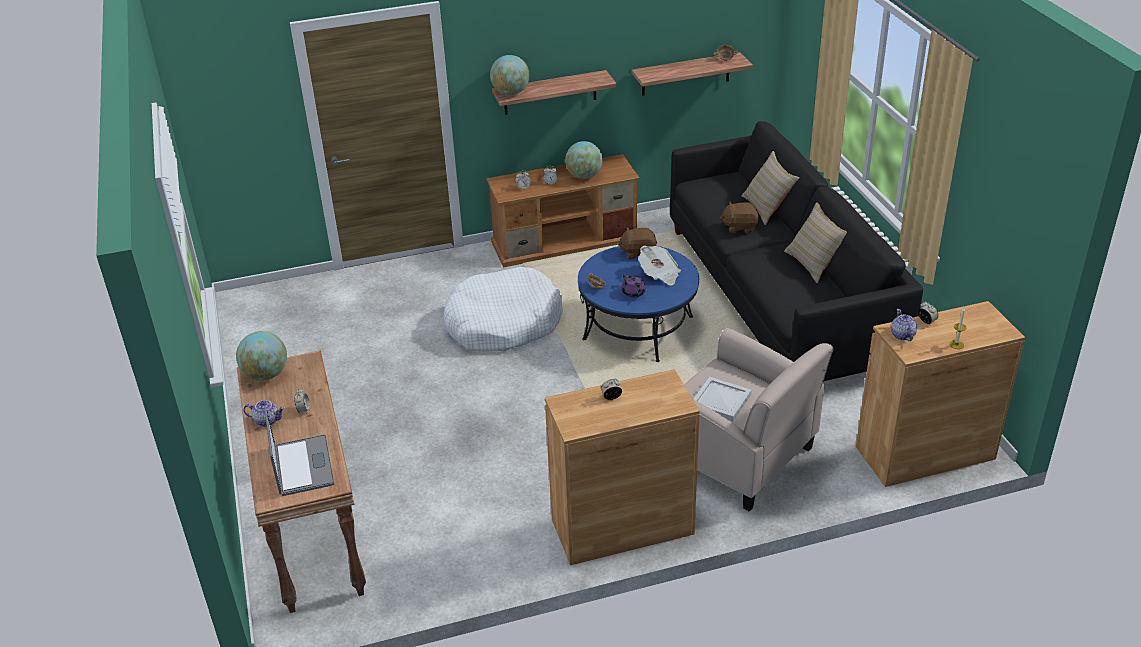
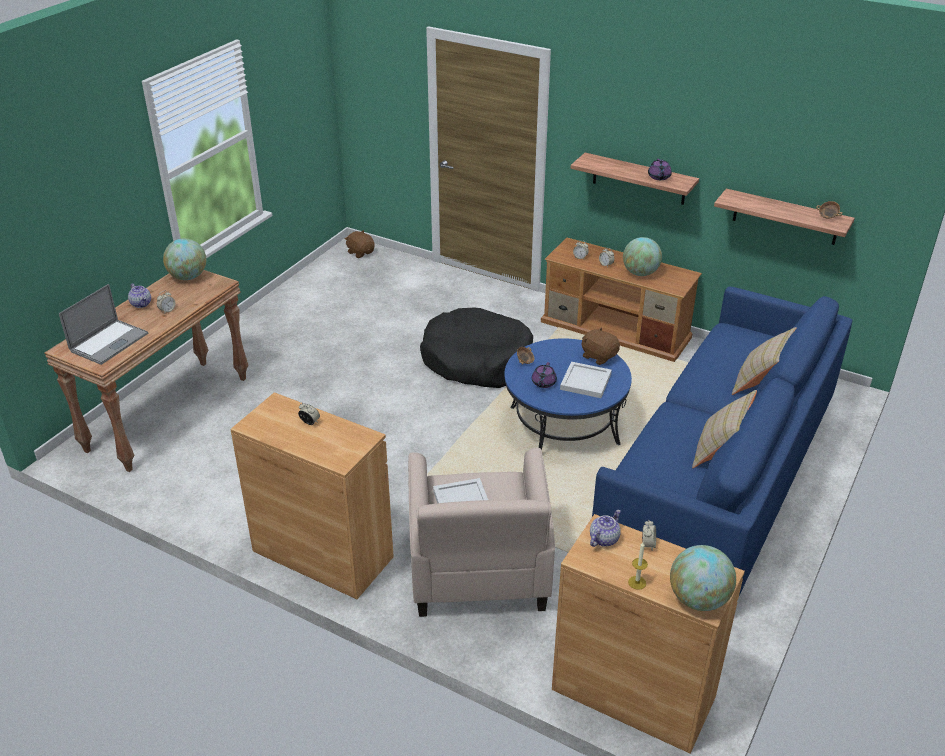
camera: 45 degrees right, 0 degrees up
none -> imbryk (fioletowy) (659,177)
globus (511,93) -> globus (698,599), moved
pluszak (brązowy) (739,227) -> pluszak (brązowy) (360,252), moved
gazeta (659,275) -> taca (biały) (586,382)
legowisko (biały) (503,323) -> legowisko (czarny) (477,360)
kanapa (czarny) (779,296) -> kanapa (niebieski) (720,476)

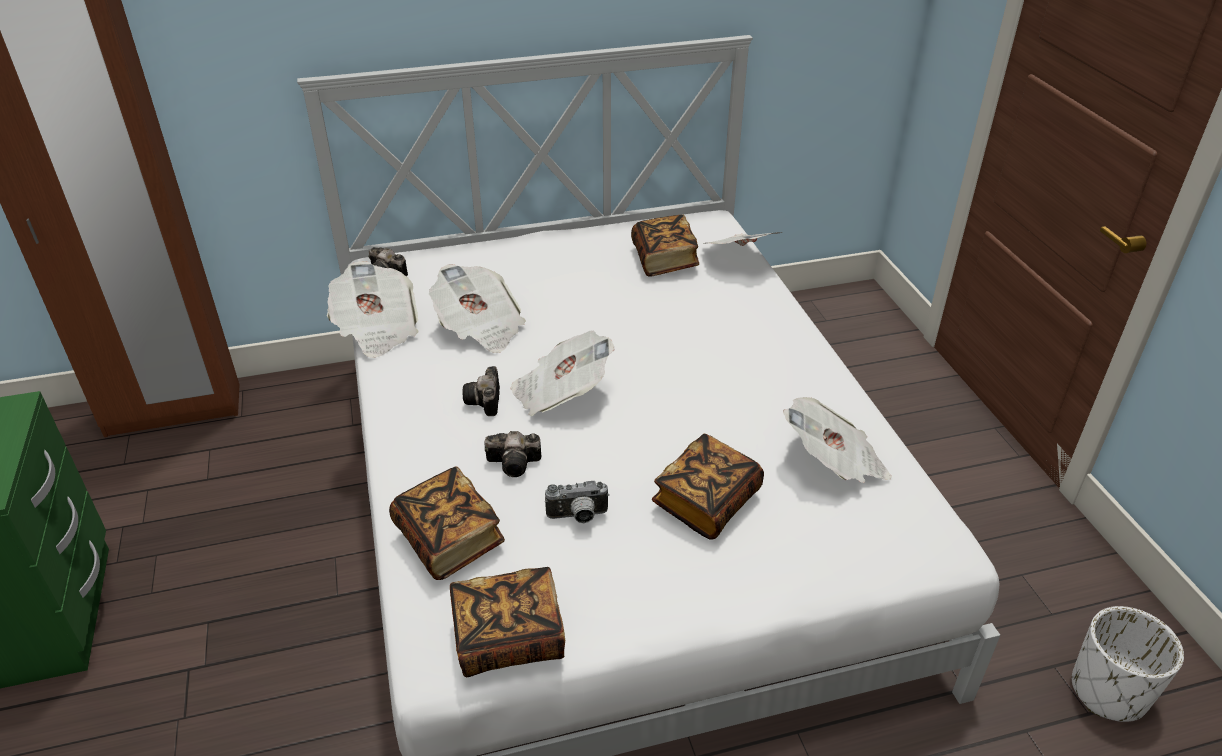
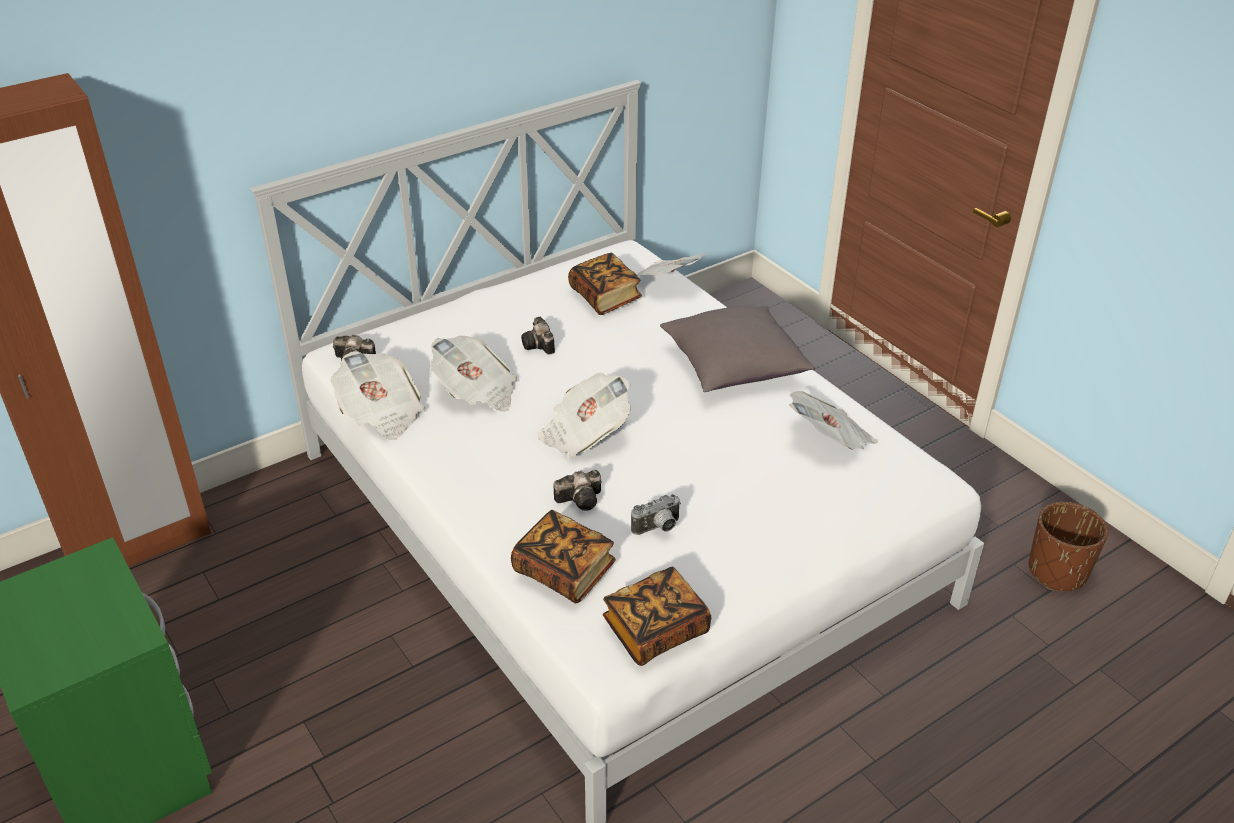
camera: 20 degrees left, 0 degrees up
książka (706,502) -> none
none -> poduszka (szary) (734,368)
aparat fotograficzny (485,402) -> aparat fotograficzny (539,346), moved
donica (biały) (1109,692) -> donica (brązowy) (1057,572)

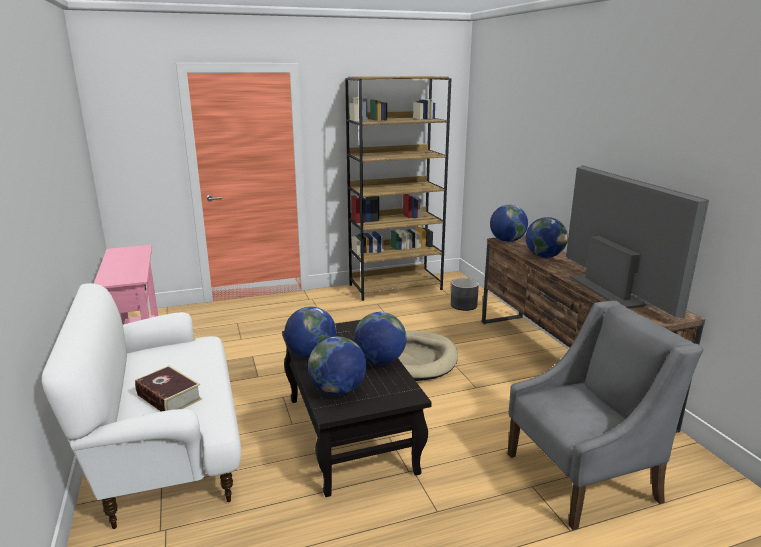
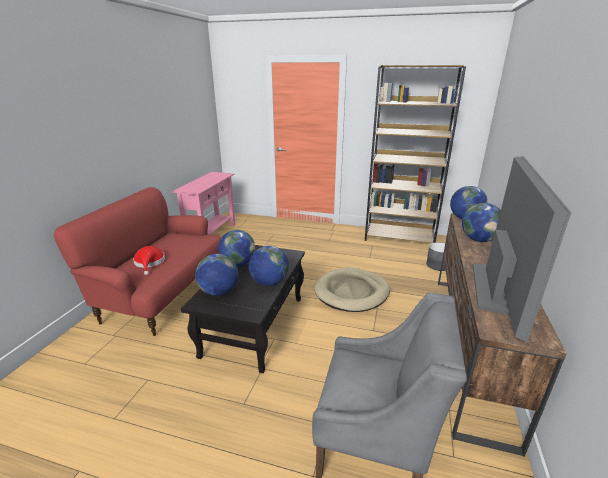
camera: 35 degrees right, 5 degrees up
książka (169,397) -> kapelusz (czerwony) (149,263)
kanapa (biały) (168,450) -> kanapa (czerwony) (163,294)

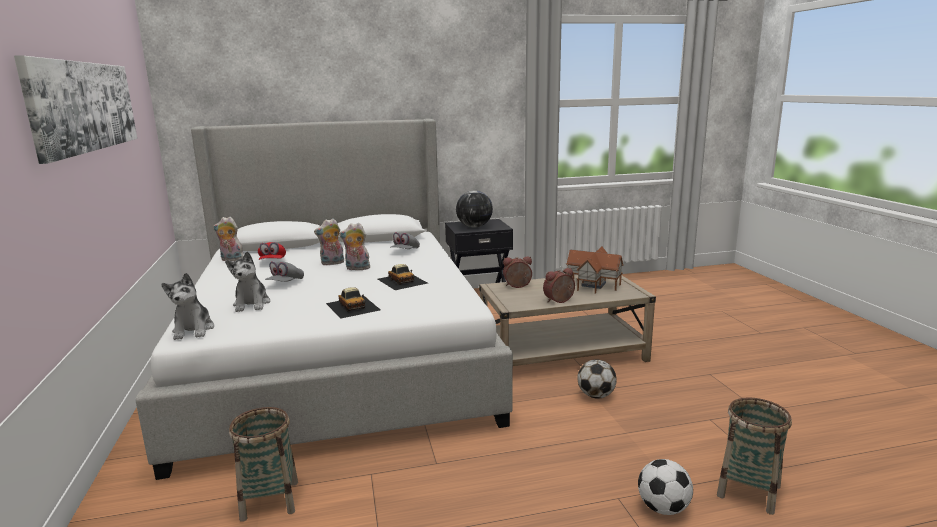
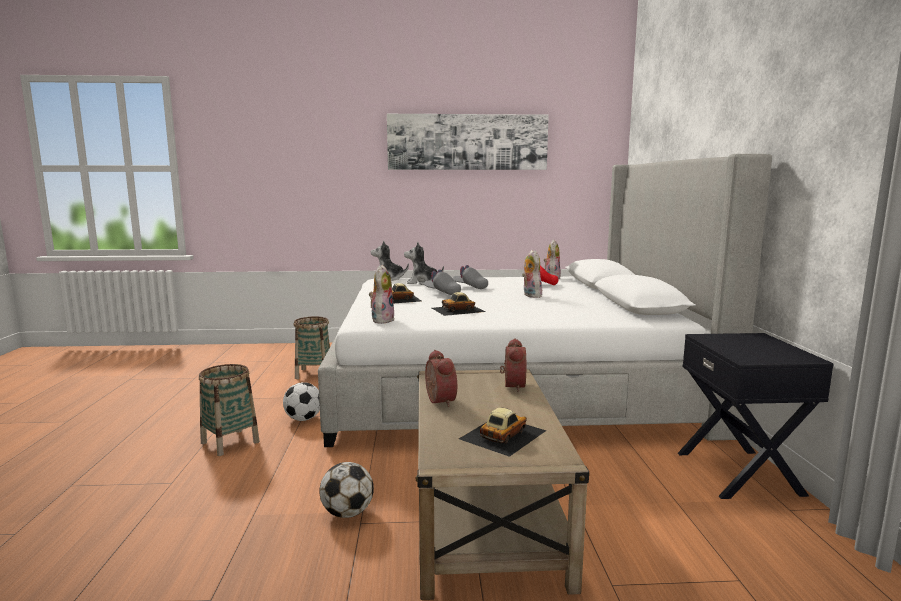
camera: 100 degrees right, 5 degrees down
globus (474,227) -> none
pluszak (357,268) -> pluszak (382,320), moved
czapka z daszkiem (szary) (405,251) -> czapka z daszkiem (szary) (442,293), moved
piłka futbolowa (663,508) -> piłka futbolowa (303,419), moved
koszyk (748,491) -> koszyk (230,442), moved
domek (594,285) -> samochodzik (502,434)

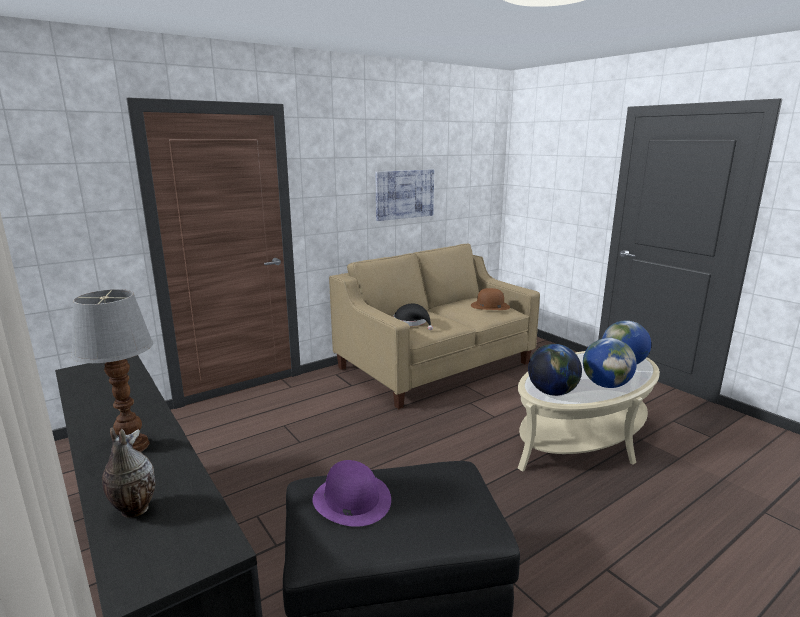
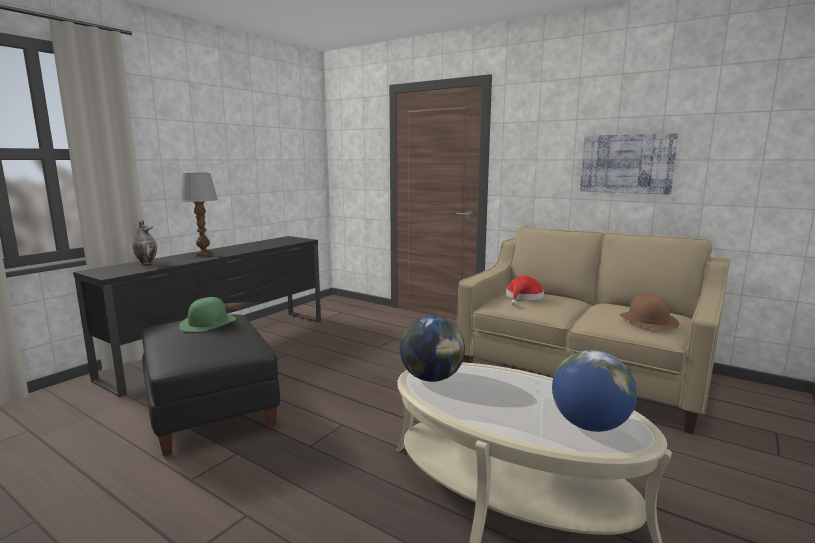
camera: 70 degrees right, 5 degrees down
globus (606,385) -> none
kapelusz (fioletowy) (351,499) -> kapelusz (zielony) (208,322)
kapelusz (czarny) (412,322) -> kapelusz (czerwony) (523,297)

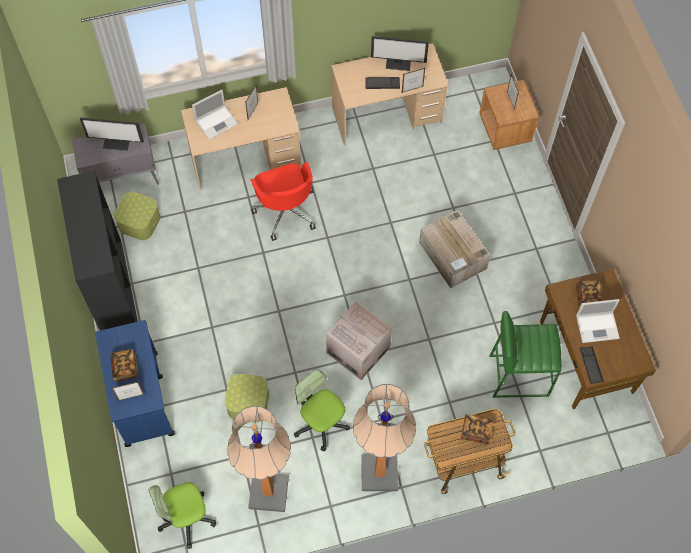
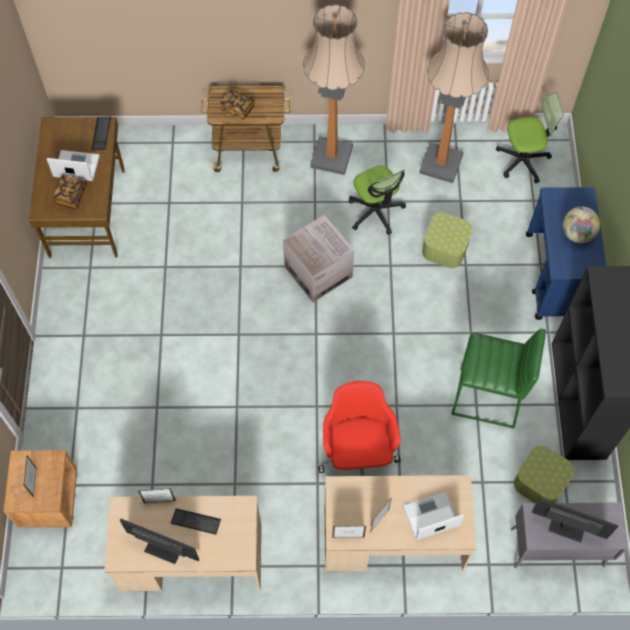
camera: 165 degrees left, 0 degrees up
karton (453,256) -> none
ramka na zdjęcie (131,397) -> ramka na zdjęcie (348,537), moved
stołek (zielony) (518,375) -> stołek (zielony) (487,399), moved
książka (125,368) -> globus (577,234)

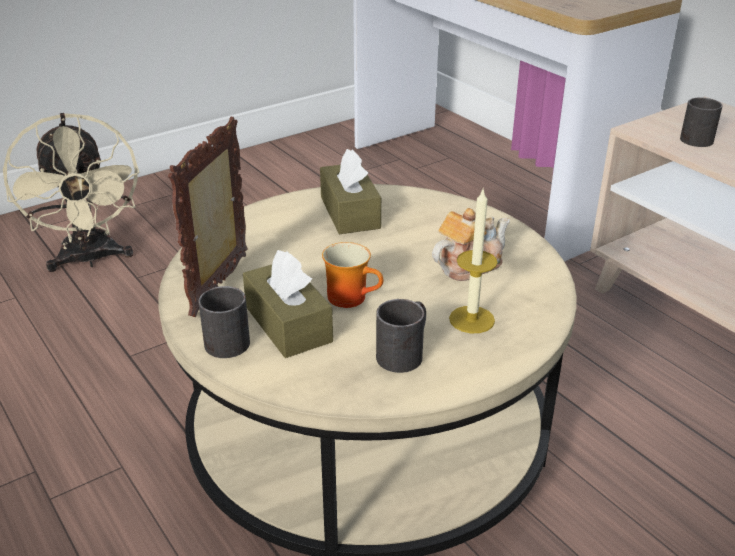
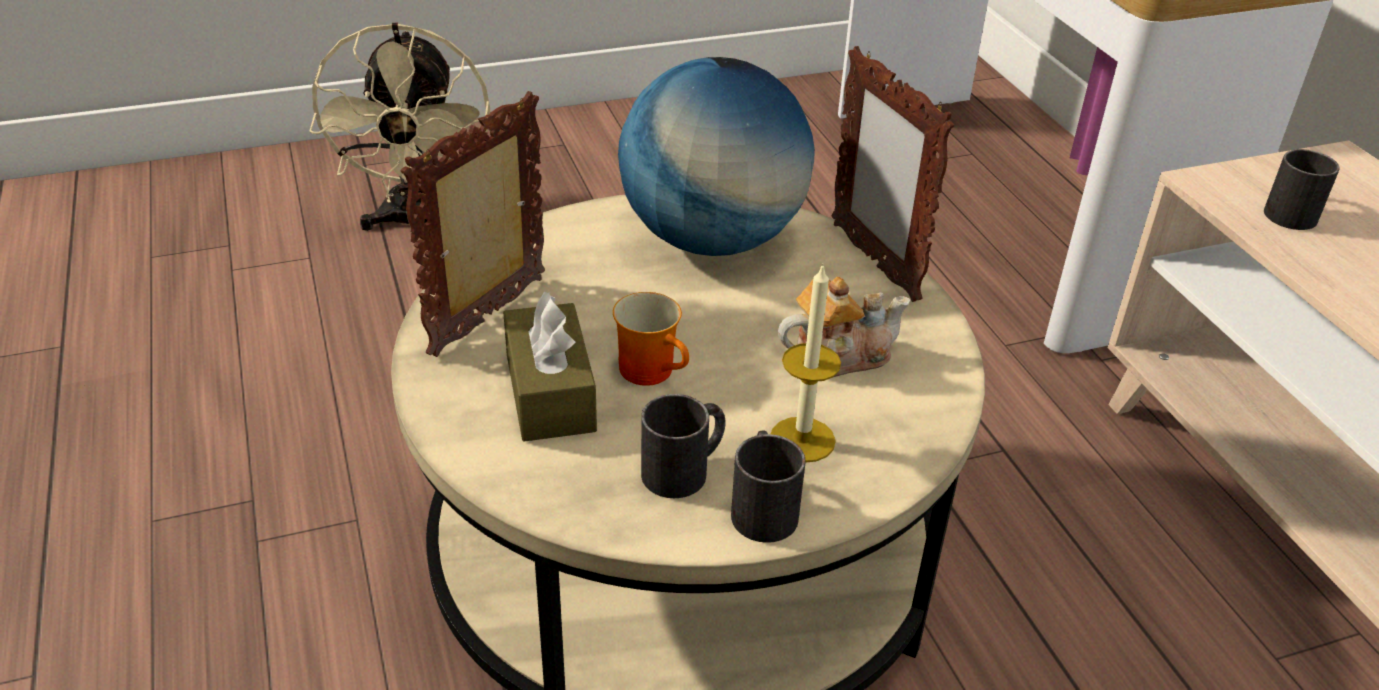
camera: 15 degrees right, 5 degrees up
none -> ramka na zdjęcie (873,261)
kubek (czarny) (224,338) -> kubek (czarny) (762,506), moved
pudełko chusteczek (brązowy) (350,212) -> globus (712,239)

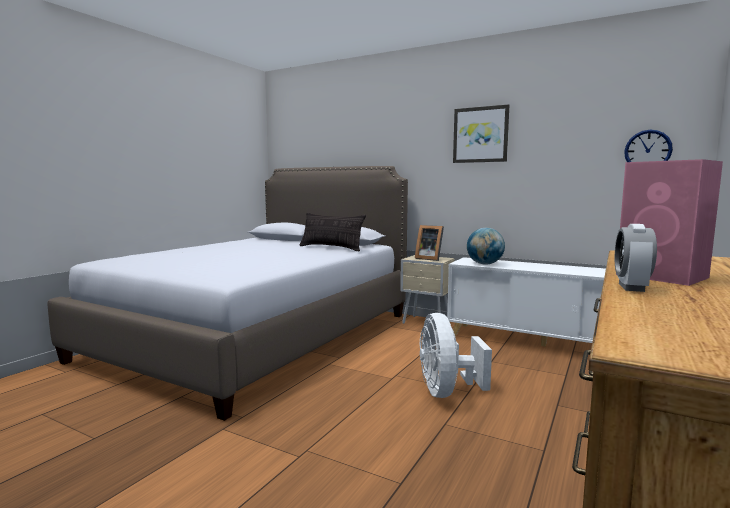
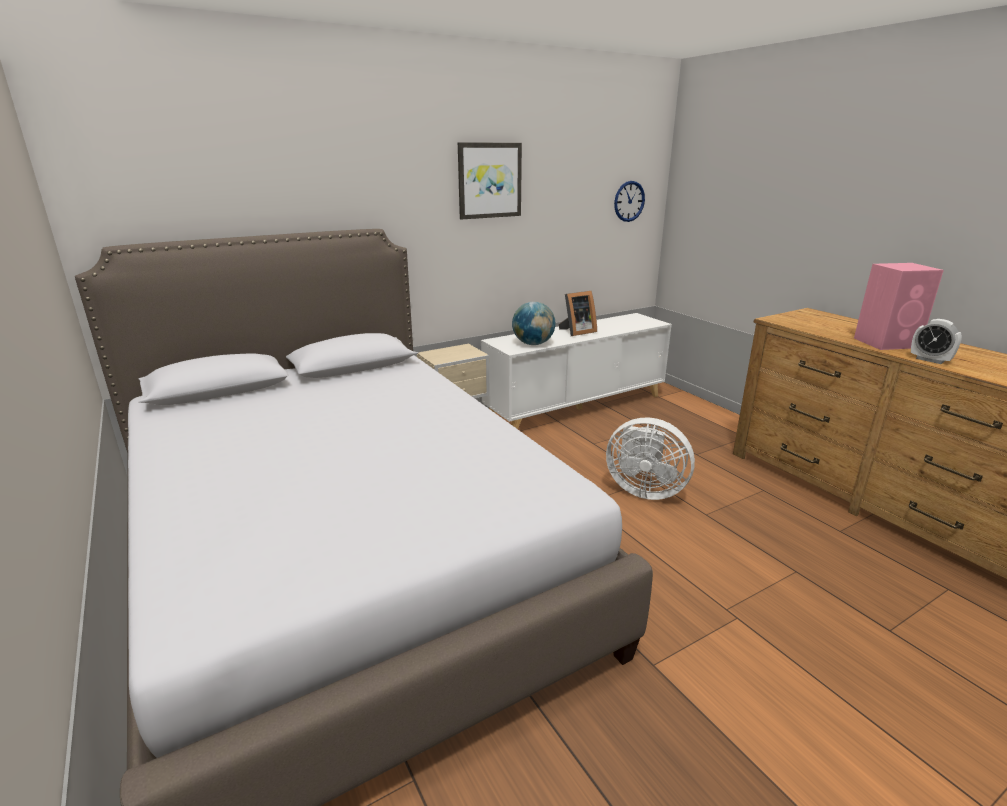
camera: 60 degrees left, 15 degrees up
poduszka (331,248) -> none
ramka na zdjęcie (429,258) -> ramka na zdjęcie (576,332), moved

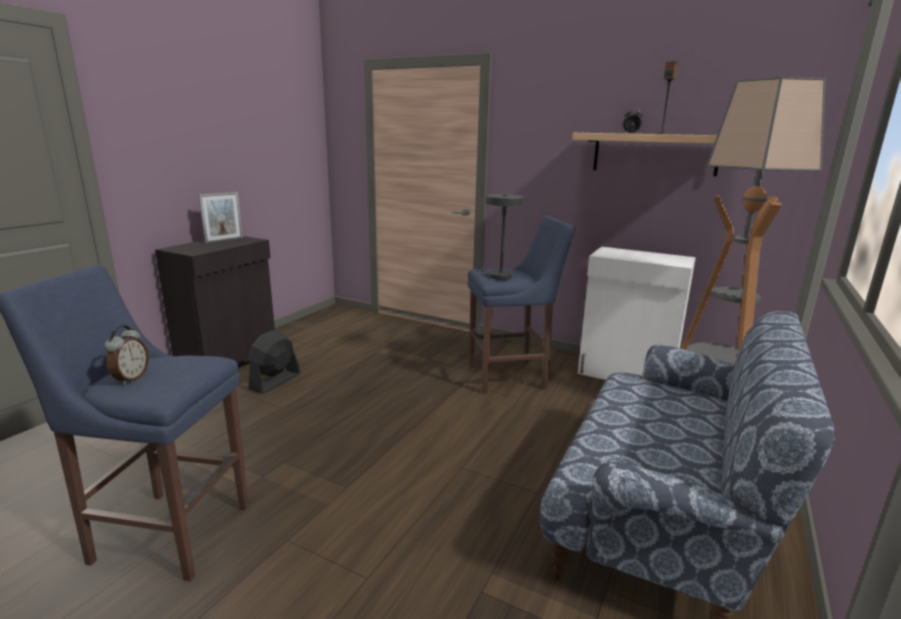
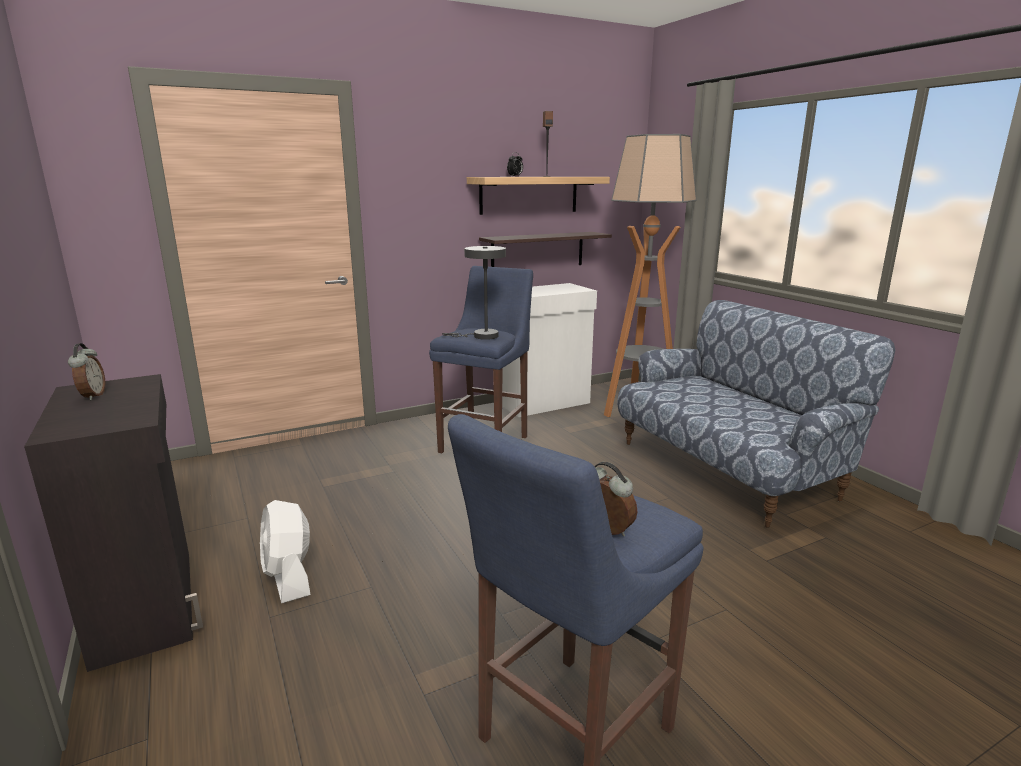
camera: 55 degrees left, 0 degrees up
none -> półka (537,251)
ramka na zdjęcie (224,240) -> budzik (92,396)
wentylator (czarny) (275,381) -> wentylator (biały) (289,577)

